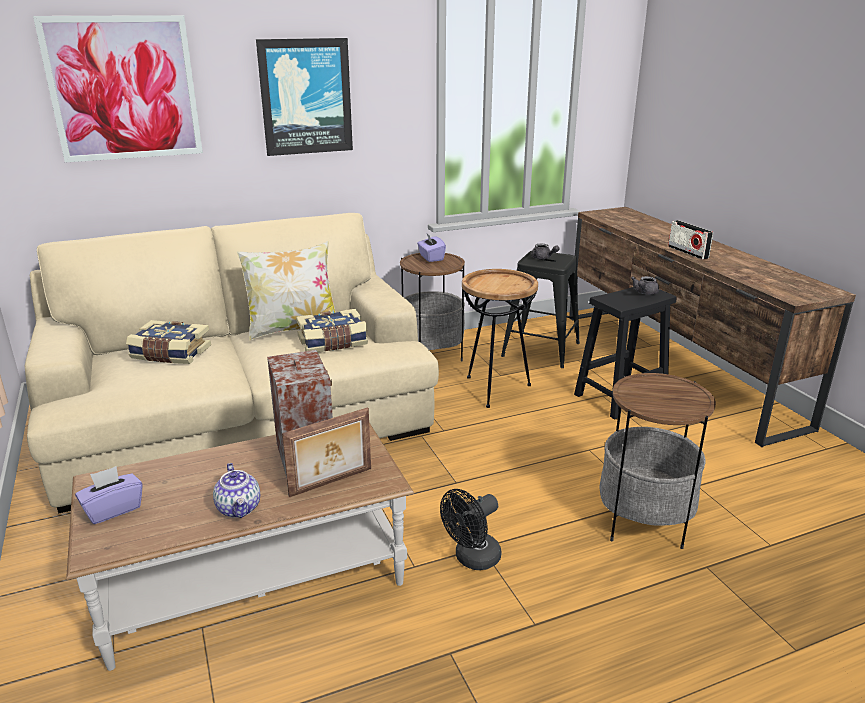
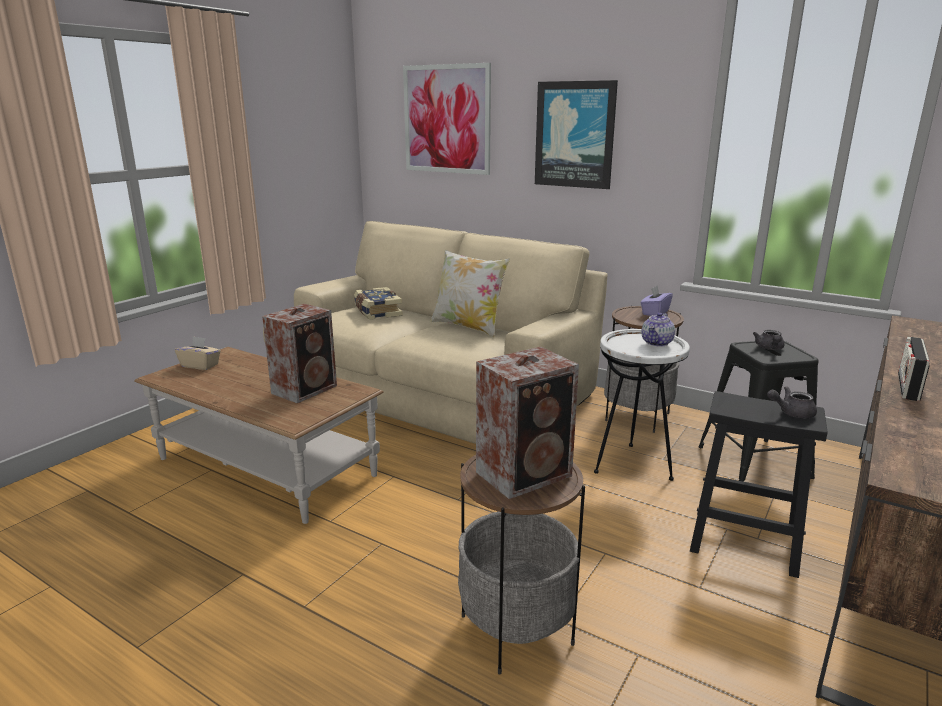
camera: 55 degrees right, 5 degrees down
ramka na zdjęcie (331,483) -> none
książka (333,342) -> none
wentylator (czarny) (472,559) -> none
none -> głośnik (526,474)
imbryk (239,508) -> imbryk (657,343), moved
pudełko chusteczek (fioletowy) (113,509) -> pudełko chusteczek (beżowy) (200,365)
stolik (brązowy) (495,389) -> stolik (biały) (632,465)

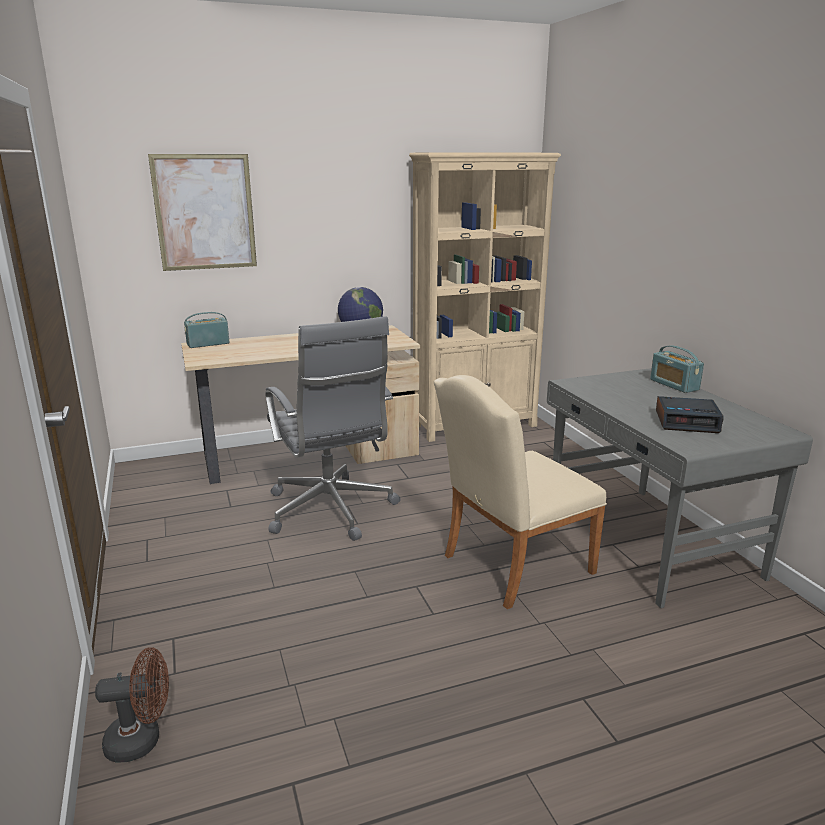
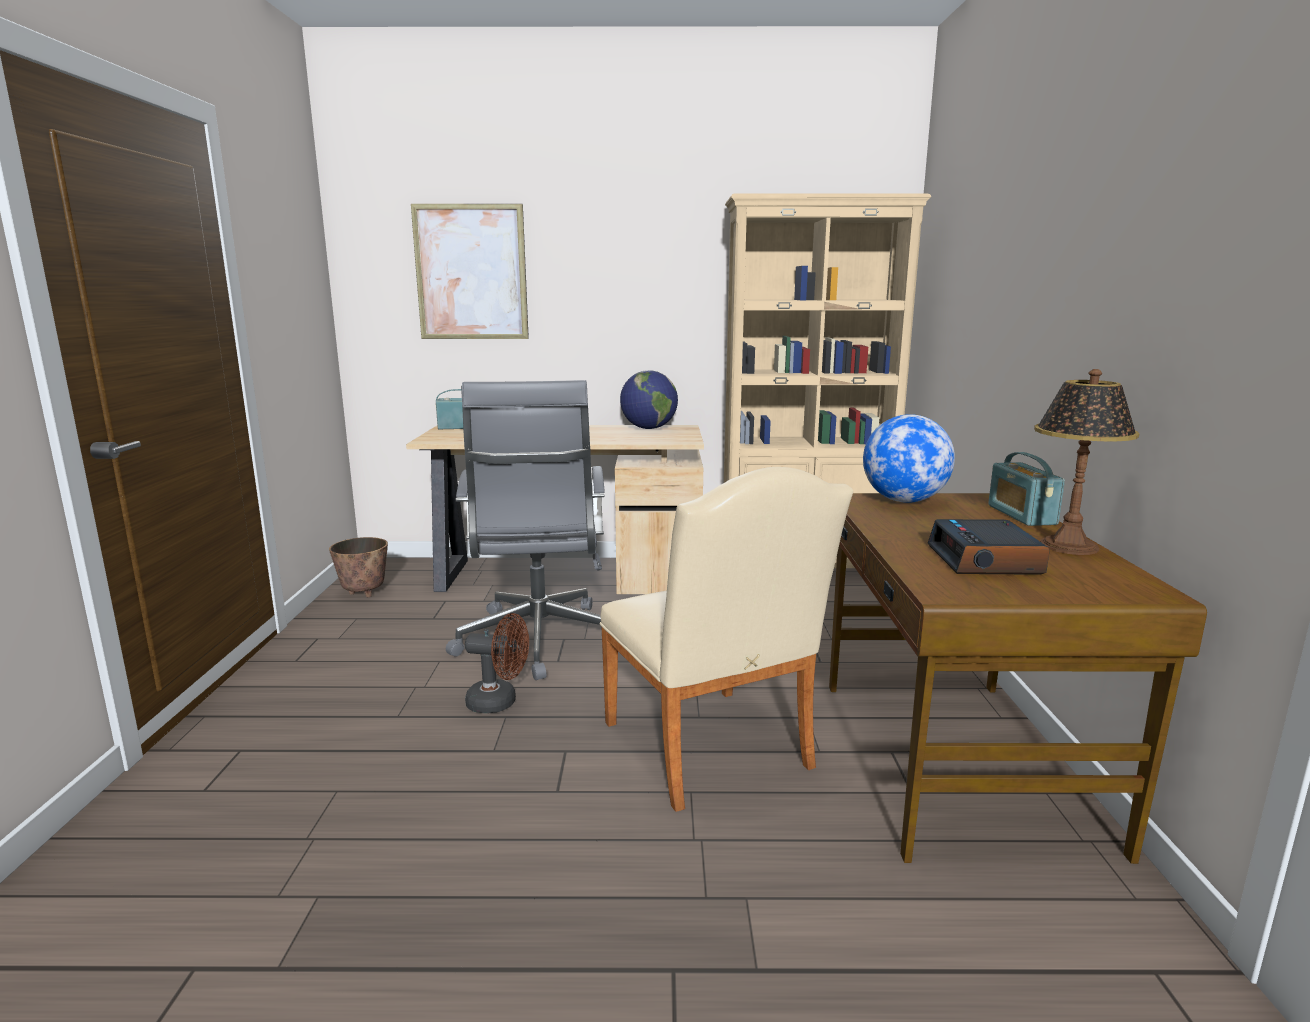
camera: 20 degrees right, 5 degrees down
none -> donica (363,593)
none -> globus (904,501)
none -> lampa stołowa (1068,546)
wentylator (brązowy) (142,740) -> wentylator (brązowy) (499,702), moved
biurko (szary) (648,542) -> biurko (brązowy) (952,760)
krzesło (beżowy) (510,566) -> krzesło (beżowy) (712,752), 105 degrees counterclockwise
budzik (687,422) -> budzik (985,560), 60 degrees clockwise

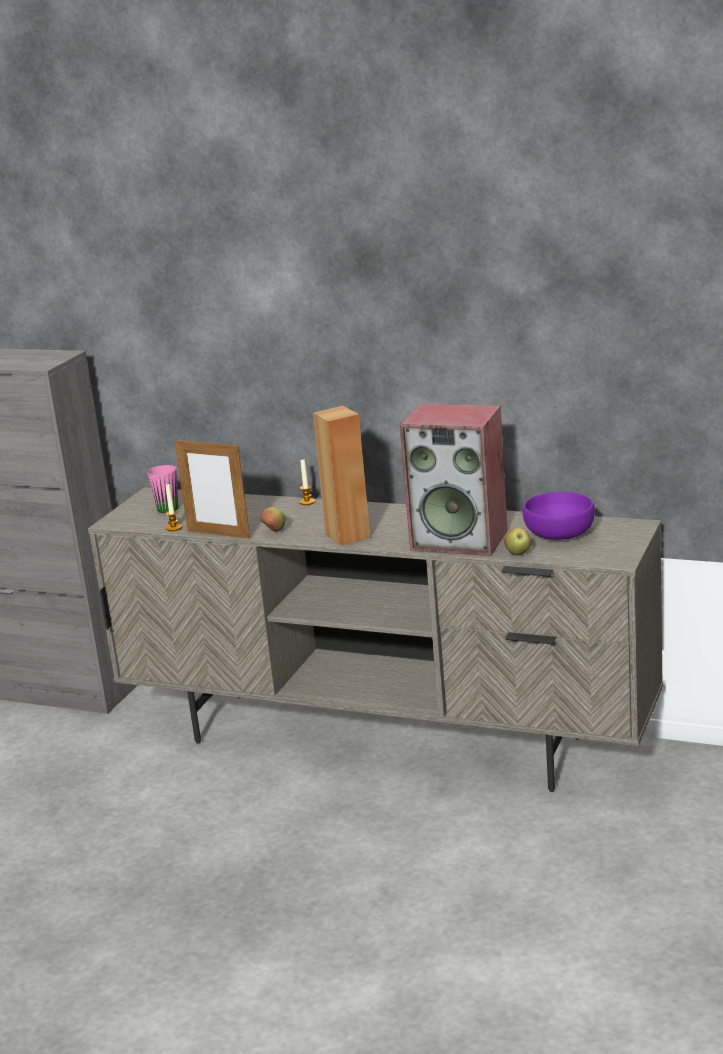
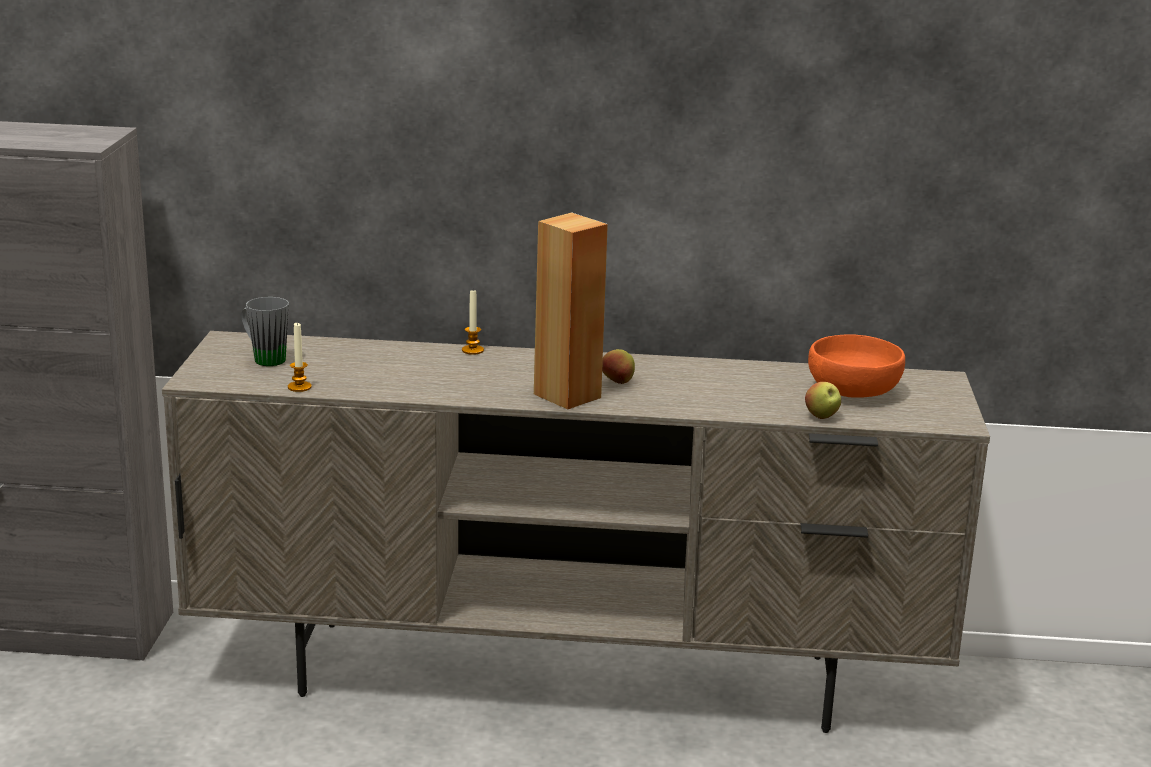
camera: 20 degrees left, 0 degrees up
ramka na zdjęcie (218,534) -> none
głośnik (461,540) -> none
jabłko (274,531) -> jabłko (617,383), moved
kubek (różowy) (165,507) -> kubek (szary) (264,358)
miska (fioletowy) (560,534) -> miska (pomarańczowy) (854,391)

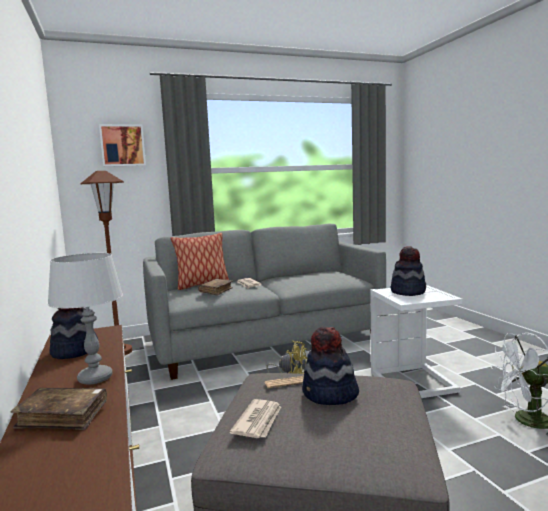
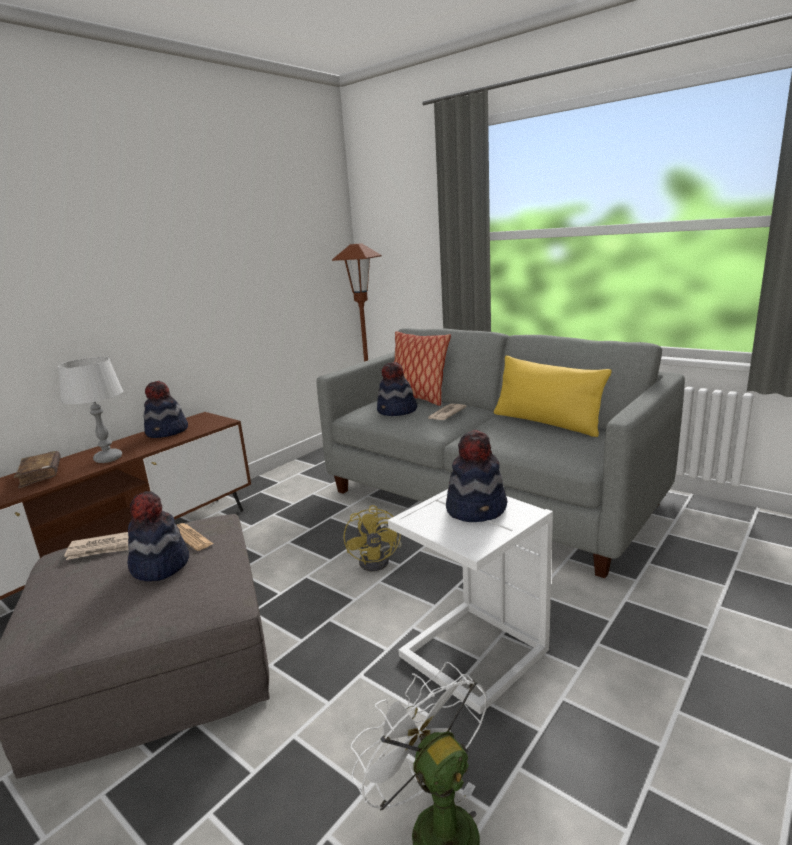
camera: 60 degrees right, 10 degrees up
obraz (122,145) -> none
none -> poduszka (żółty) (546,422)
książka (brązowy) (216,291) -> kapelusz (397,411)

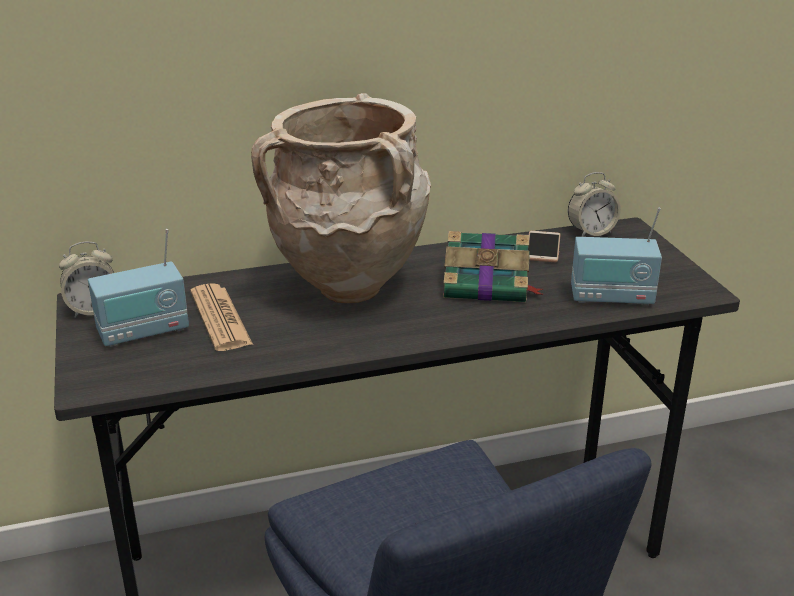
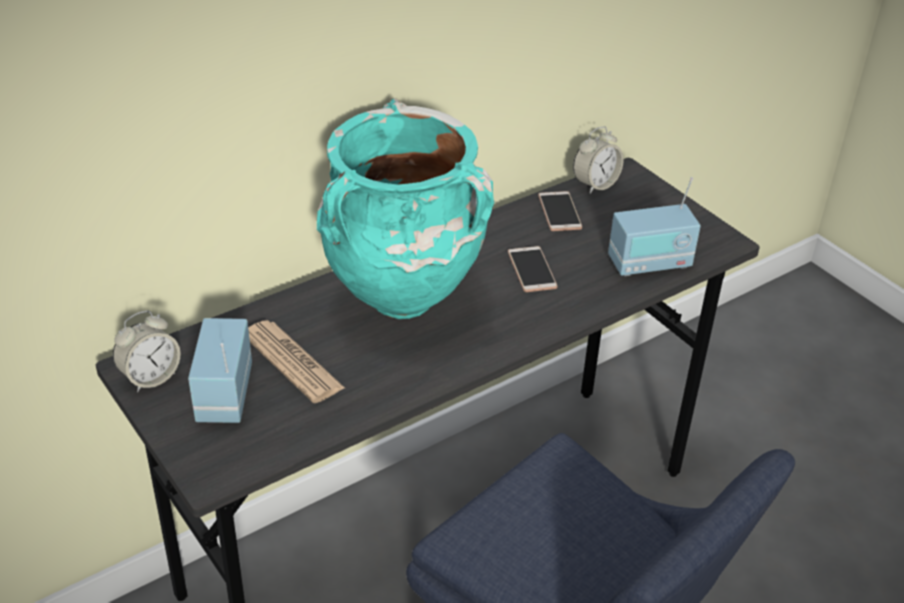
camera: 20 degrees left, 10 degrees up
książka (488,285) -> telefon (532,270)
wazon (beżowy) (351,292) -> wazon (turkusowy) (404,304)
radio (143,332) -> radio (223,395), 135 degrees clockwise

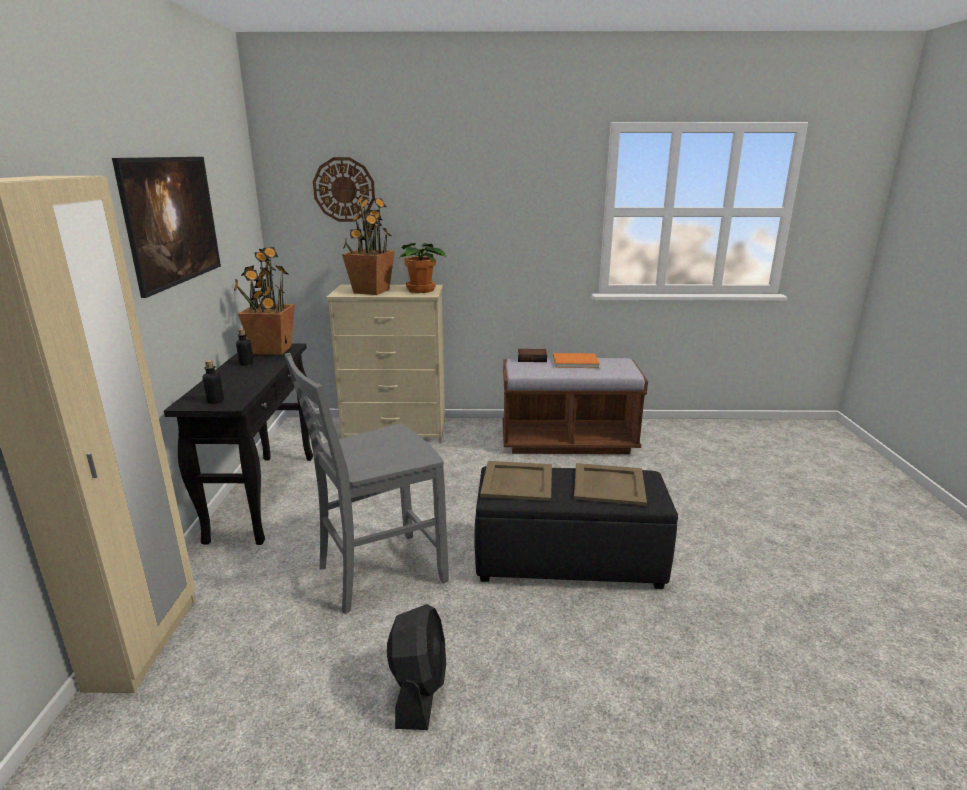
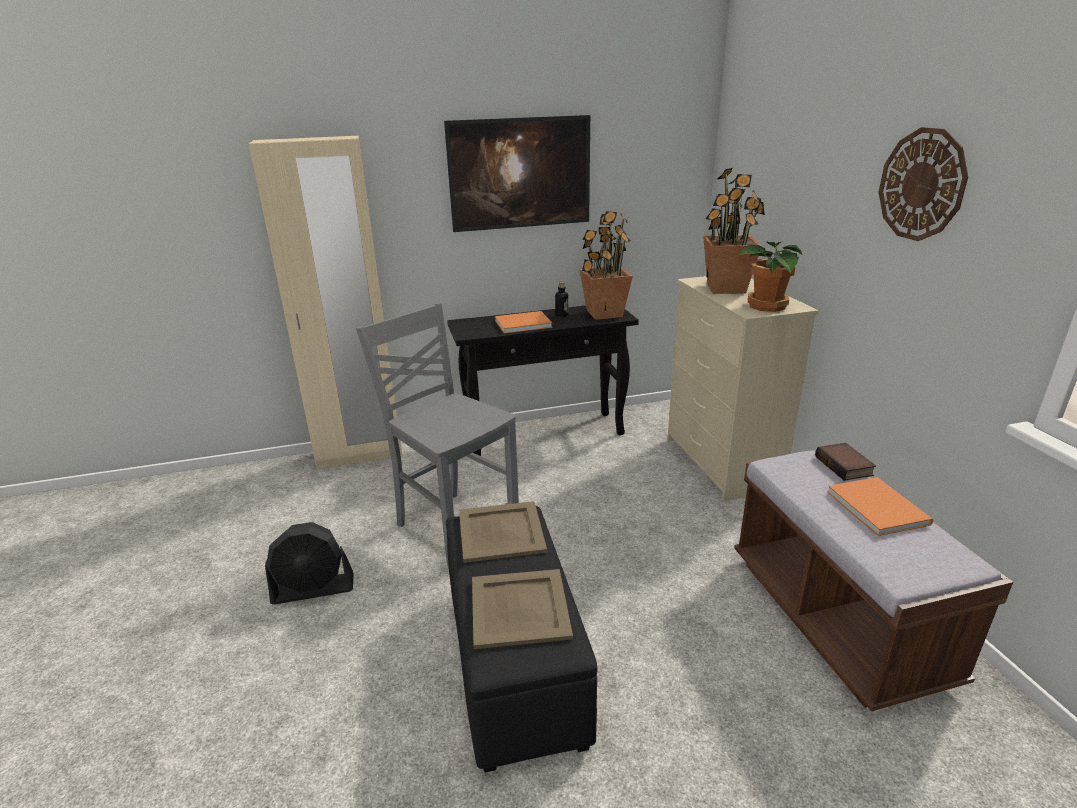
camera: 75 degrees right, 5 degrees up
butelka (215,401) -> none
none -> książka (pomarańczowy) (521,323)
zegar ścienny (344,189) -> zegar ścienny (921,185), moved

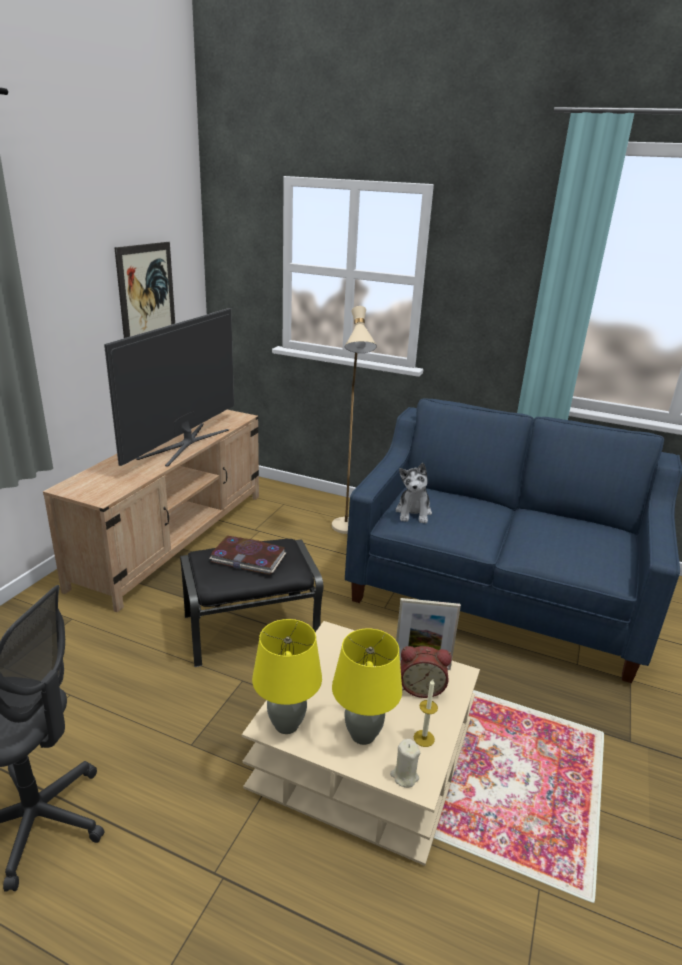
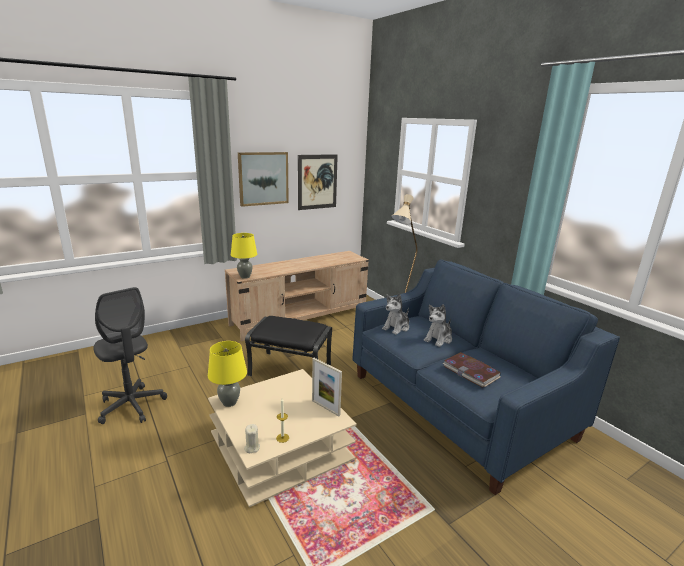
camera: 35 degrees right, 5 degrees down
telewizor (185,443) -> none
budzik (421,687) -> none
none -> obraz (263,178)
none -> pluszak (438,339)
książka (249,558) -> książka (471,371), moved
lampa stołowa (żółty) (363,735) -> lampa stołowa (żółty) (245,277), moved

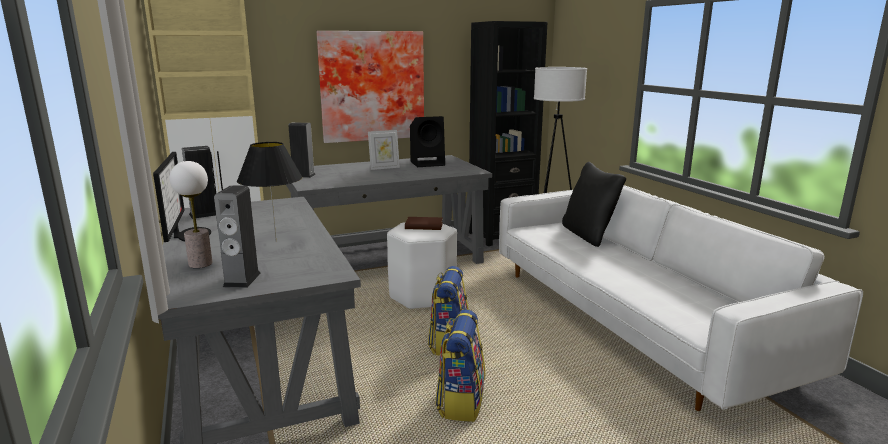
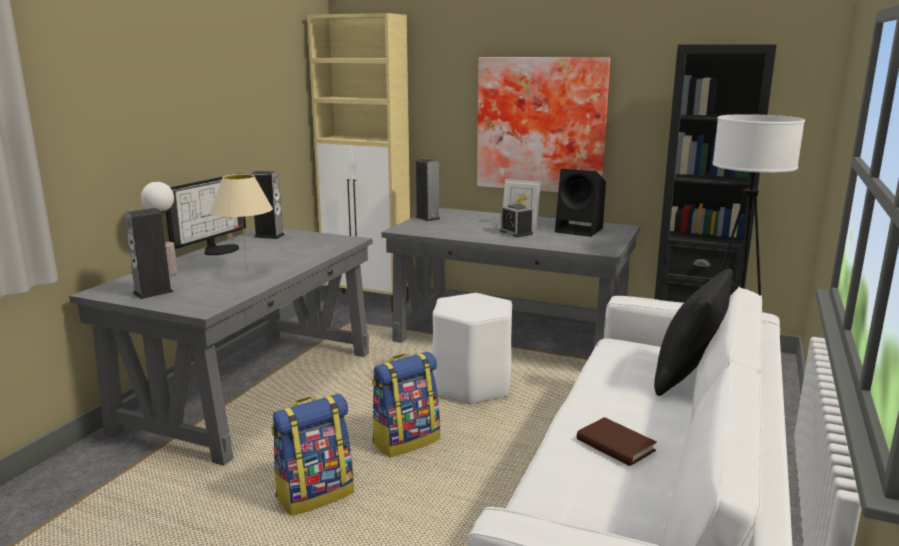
camera: 45 degrees right, 0 degrees up
none -> budzik (516,233)
książka (brązowy) (424,226) -> książka (brązowy) (615,445), moved
lampa stołowa (czarny) (276,241) -> lampa stołowa (beżowy) (247,271)

